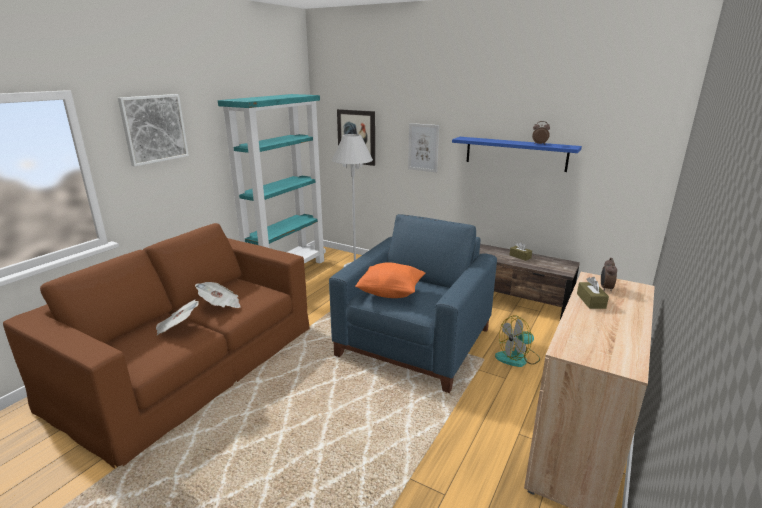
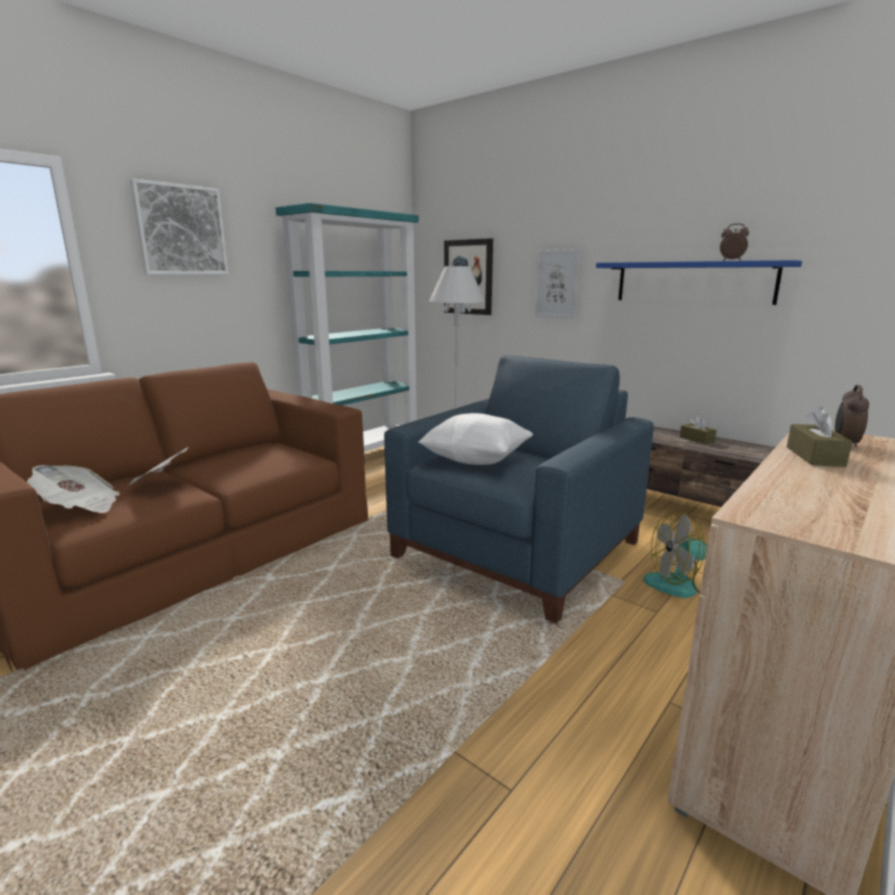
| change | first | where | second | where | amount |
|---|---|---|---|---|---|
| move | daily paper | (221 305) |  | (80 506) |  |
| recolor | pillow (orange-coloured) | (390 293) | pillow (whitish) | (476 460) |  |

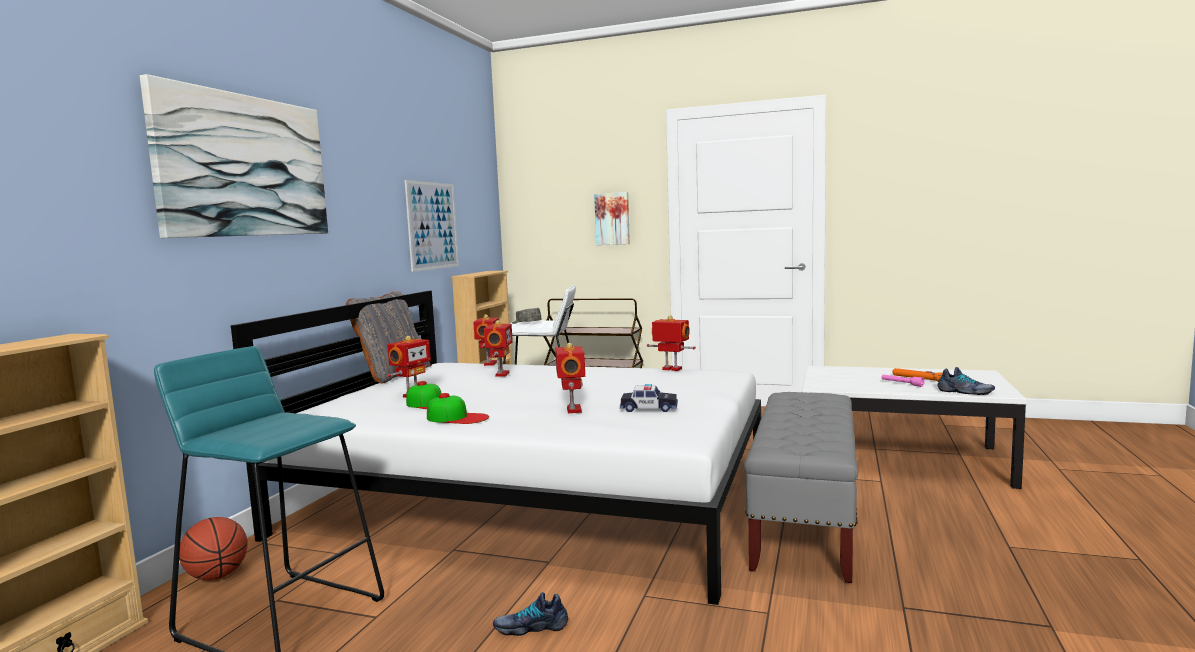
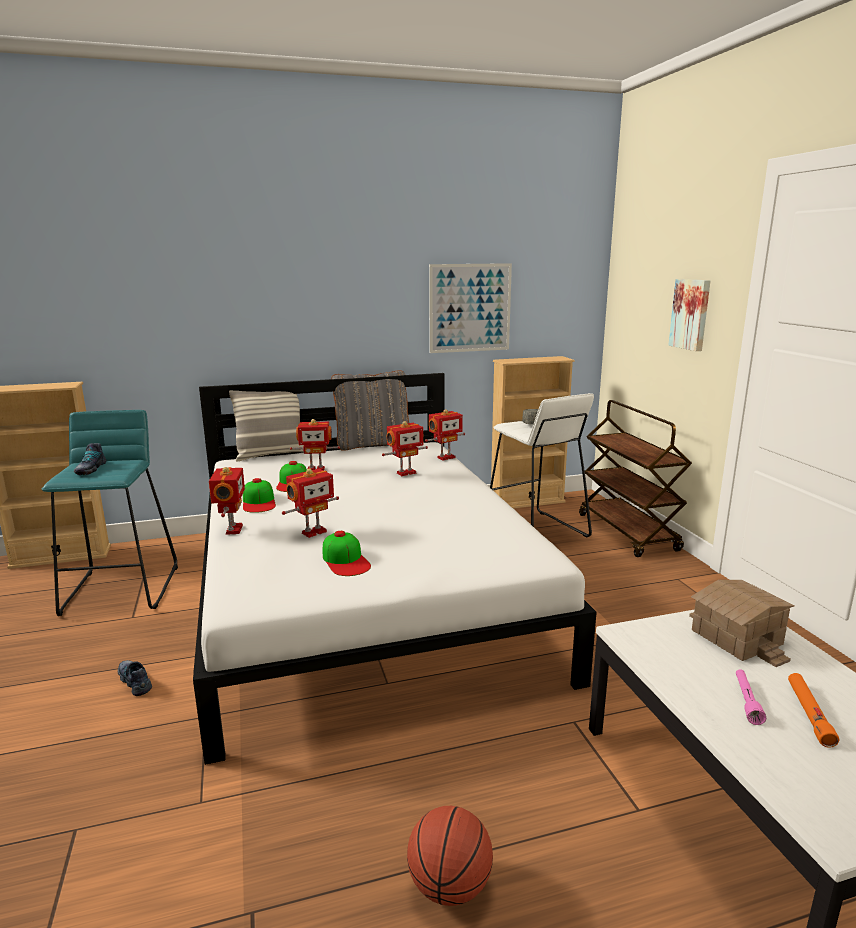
| change | first | where | second | where | amount |
|---|---|---|---|---|---|
| delete | wall art | (244 166) |  |  |  |
| move | basketball | (217 576) |  | (449 886) |  |
| replace | toy car | (649 408) | peaked cap | (345 560) |  |
| move | model robot | (671 369) |  | (232 530) |  |
| delete | long seat (grey) | (804 522) |  |  |  |
| move | shoe | (965 392) |  | (90 469) |  |
| insert |  |  | pillow | (271 454) |  |
| insert |  |  | model house | (735 637) |  |

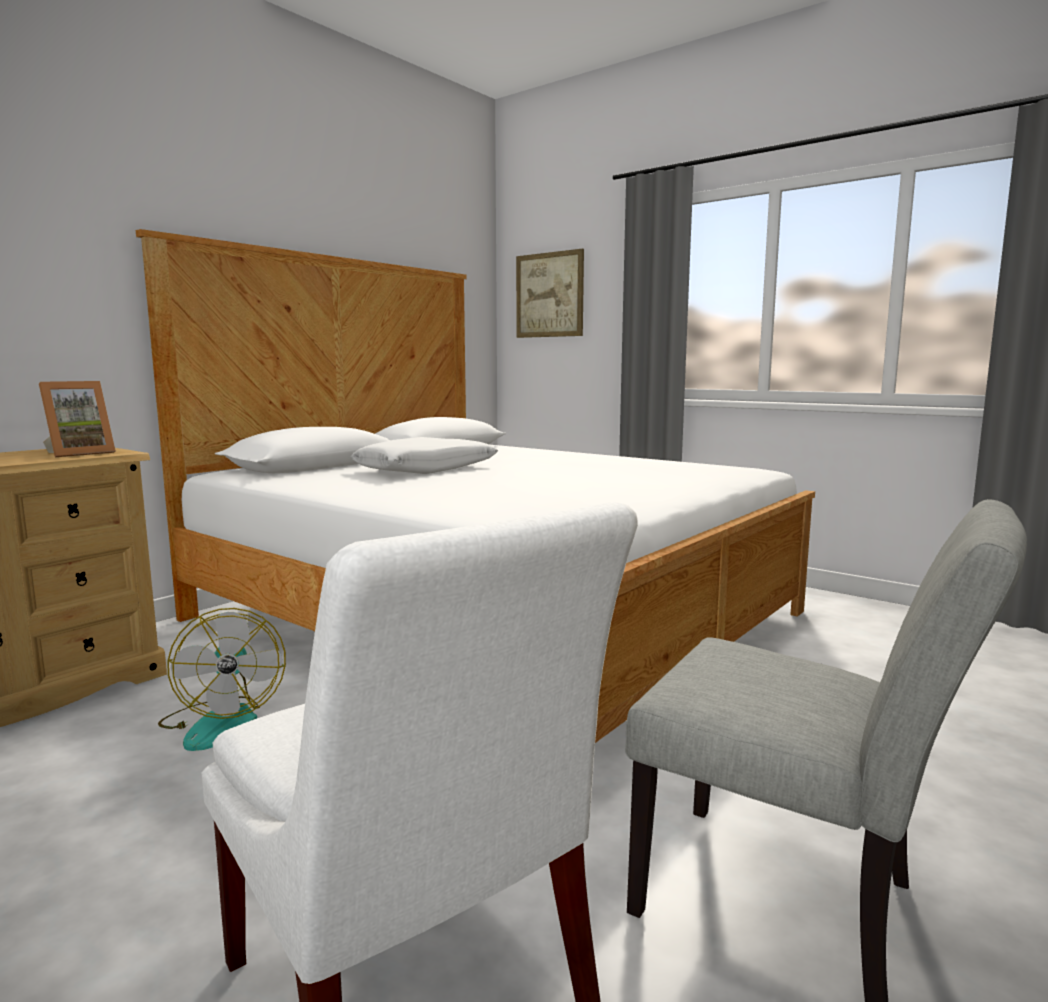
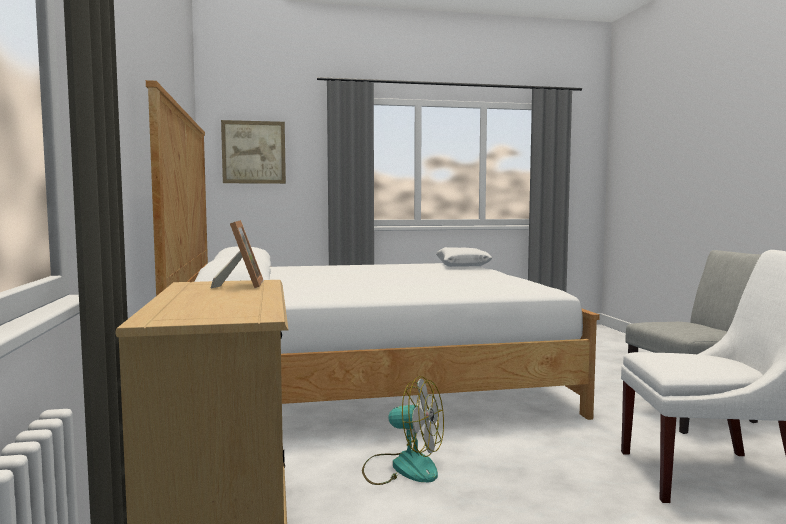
| change | first | where | second | where | amount |
|---|---|---|---|---|---|
| move | pillow (whitish) | (426 470) |  | (462 265) |  |

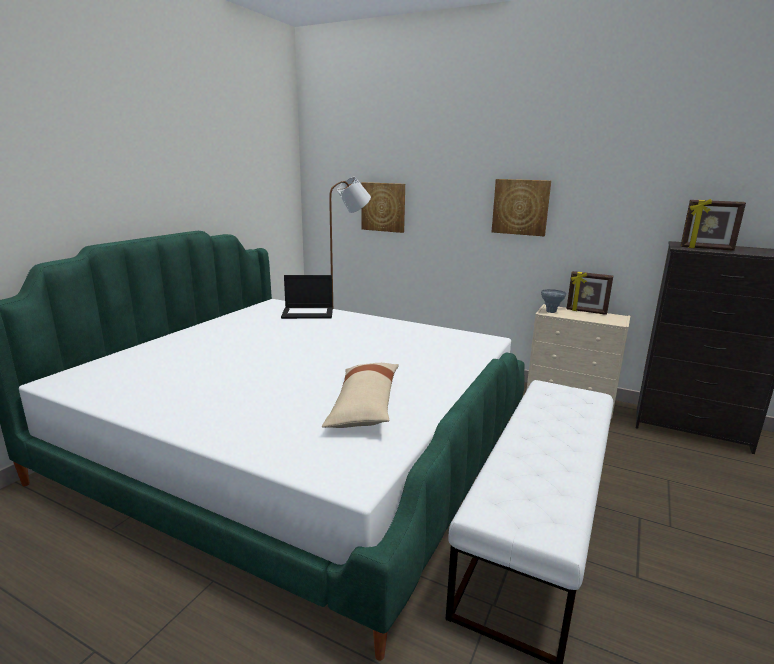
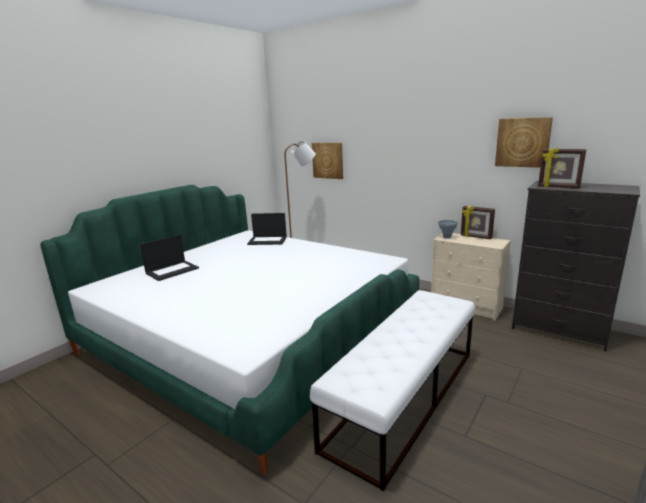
| change | first | where | second | where | amount |
|---|---|---|---|---|---|
| delete | pillow (beige) | (364 406) |  |  |  |
| move | wall art | (520 207) |  | (522 142) |  |
| insert |  |  | portable computer | (172 270) |  |

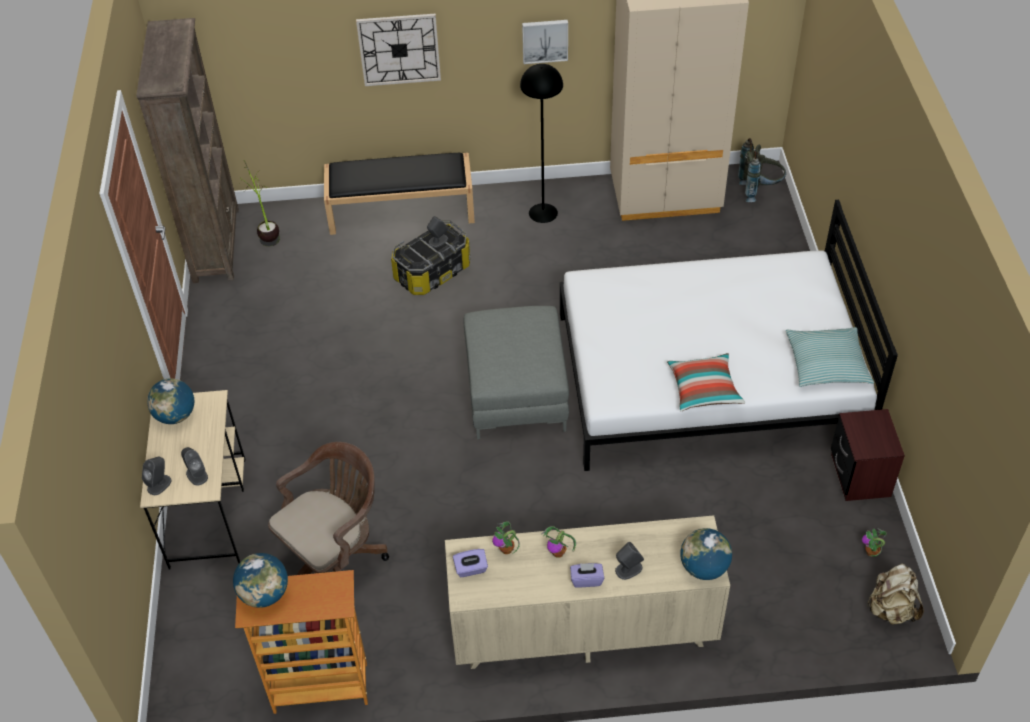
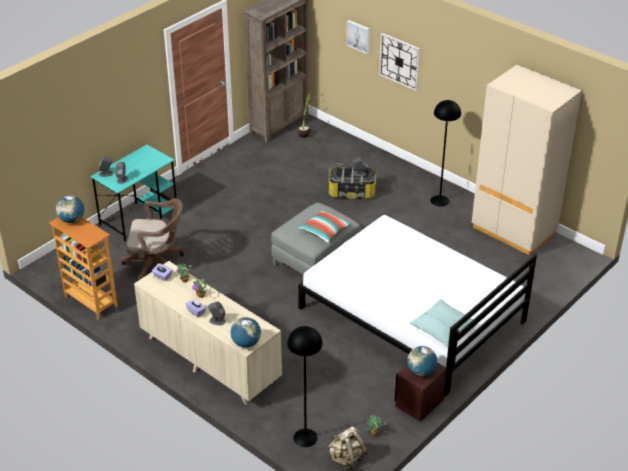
| change | first | where | second | where | amount |
|---|---|---|---|---|---|
| recolor | desk unit (beige) | (208 511) | desk unit (turquoise) | (139 216) |  |
| move | desk globe | (175 415) |  | (421 371) |  |
| delete | long seat (blackish) | (402 210) |  |  |  |
| move | wall art | (545 40) |  | (359 36) |  |
| move | pillow | (704 390) |  | (325 231) |  |
| delete | backpack (grey) | (759 190) |  |  |  |
| insert |  |  | standard lamp (blackish) | (305 438) |  |

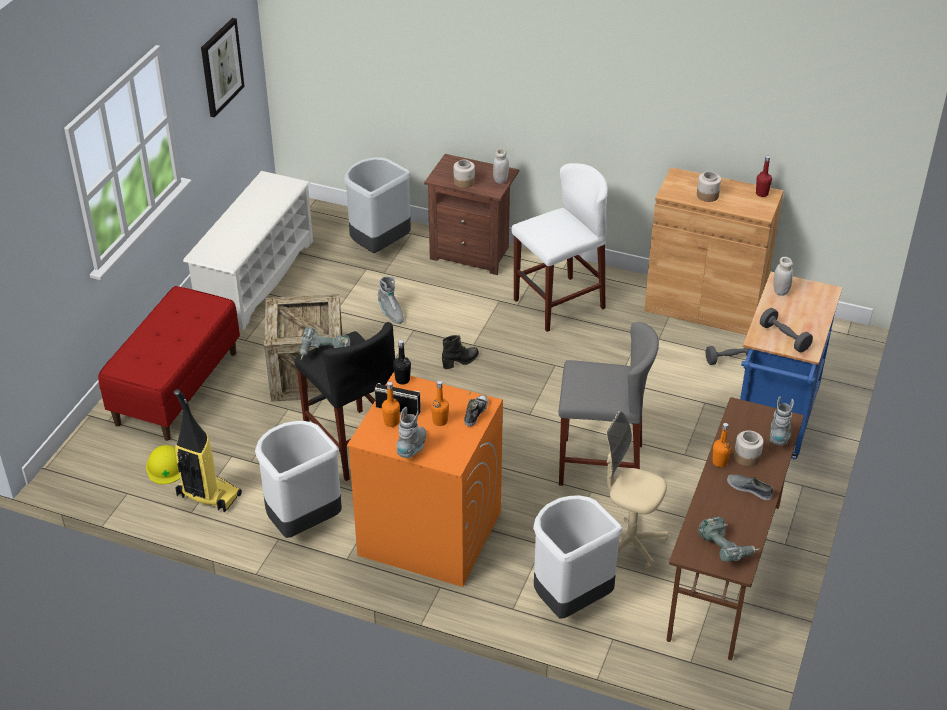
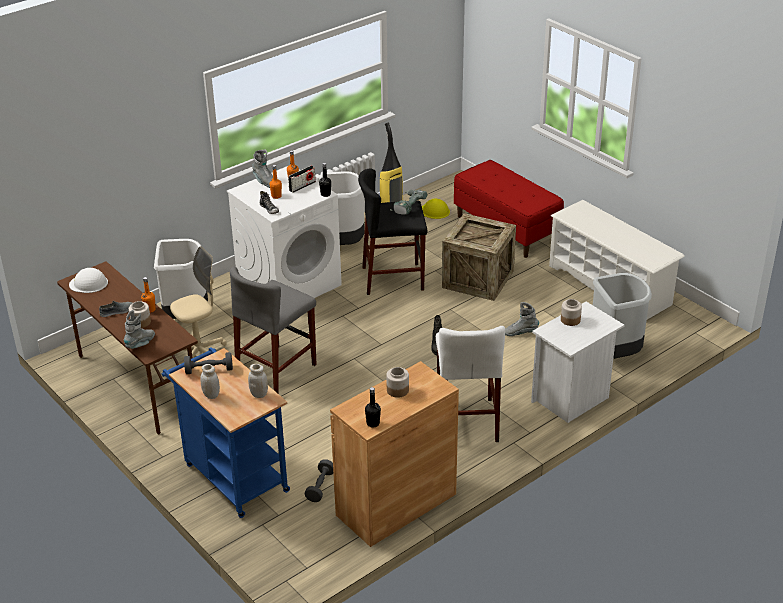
| change | first | where | second | where | amount |
|---|---|---|---|---|---|
| delete | wall art | (221 67) |  |  |  |
| recolor | laundry machine (orange-coloured) | (428 533) | laundry machine (whitish) | (289 283) |  |
| recolor | night table (brownish) | (472 253) | night table (whitish) | (571 399) |  |
| move | storage jar (whitish) | (500 180) |  | (211 395) |  |
| replace | electric drill | (726 548) | work helmet (whitish) | (89 283) |  |
| recolor | bottle (red-coloured) | (762 193) | bottle (blackish) | (373 423) |  |
| rotate | tall boot (grey) | (779 436) |  | (141 344) | 105 degrees counterclockwise |

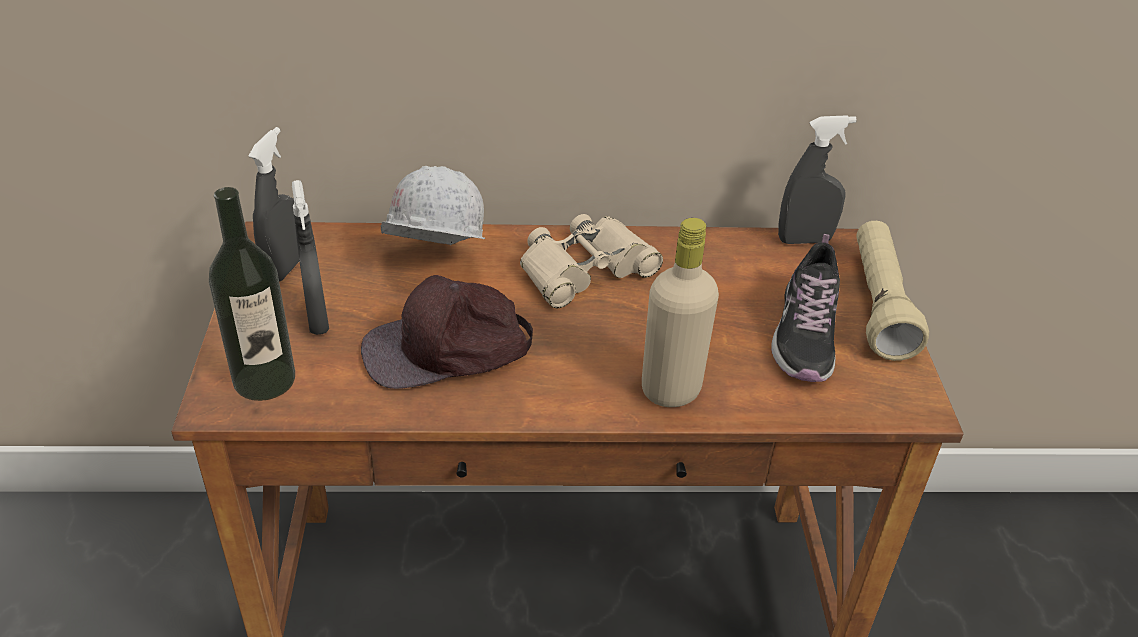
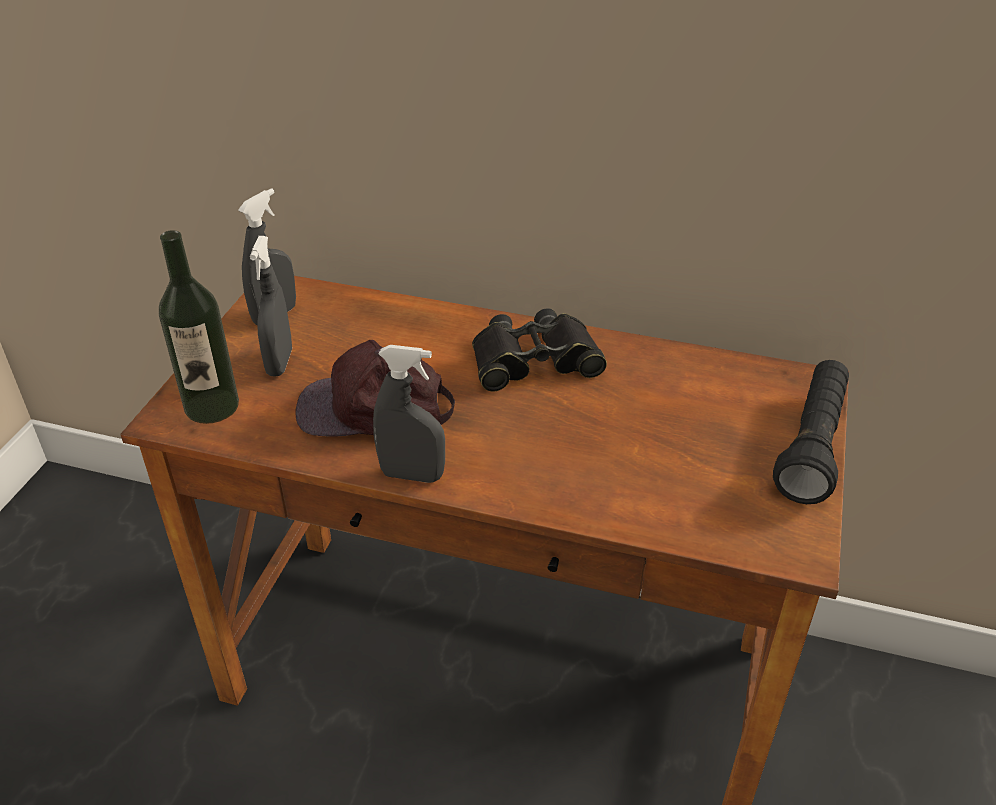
| change | first | where | second | where | amount |
|---|---|---|---|---|---|
| delete | work helmet (whitish) | (432 268) |  |  |  |
| recolor | pair of binoculars (beige) | (585 270) | pair of binoculars (blackish) | (534 361) |  |
| delete | bottle (beige) | (670 390) |  |  |  |
| delete | shoe | (805 334) |  |  |  |
| move | hand sprayer (grey) | (804 240) |  | (412 475) |  |
| recolor | hand torch (beige) | (878 305) | hand torch (blackish) | (812 446) |  |

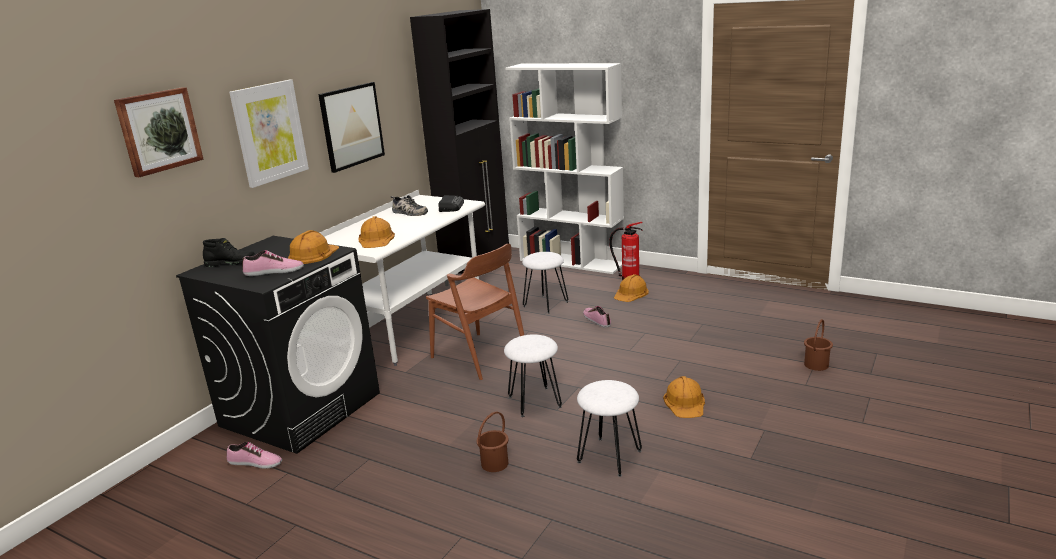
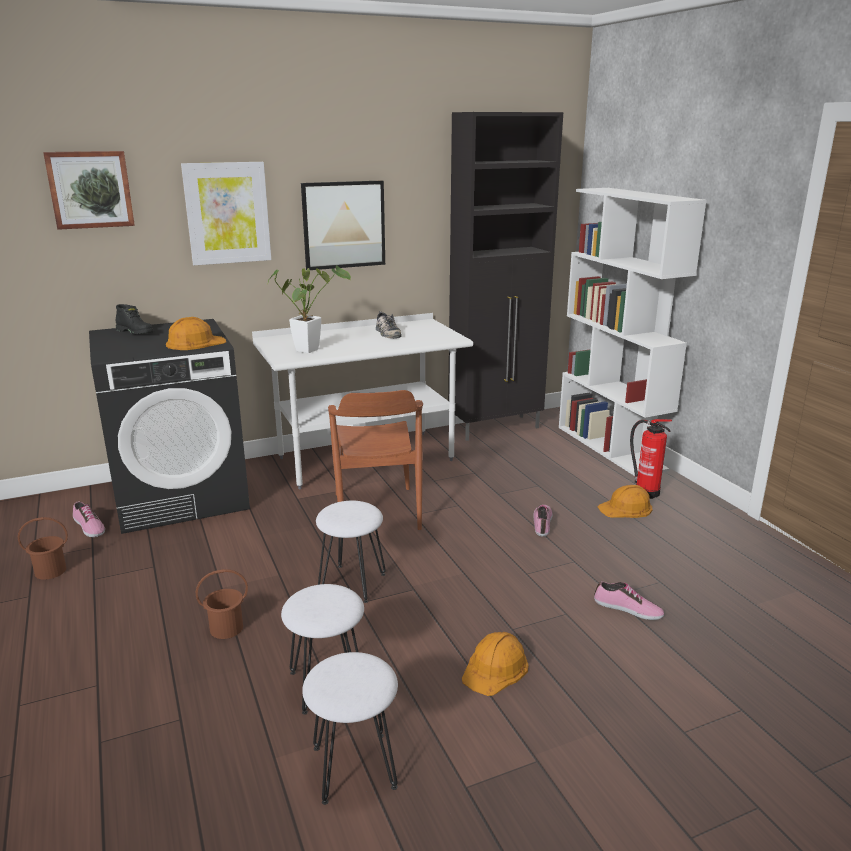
| change | first | where | second | where | amount |
|---|---|---|---|---|---|
| move | shoe | (274 271) |  | (628 609) |  |
| replace | work helmet (orange-coloured) | (376 239) | houseplant | (310 349) |  |
| delete | radio set | (451 207) |  |  |  |
| move | stool seat (whitish) | (546 304) |  | (354 768) |  |
| move | water bucket (brownish) | (815 365) |  | (50 571) |  |

